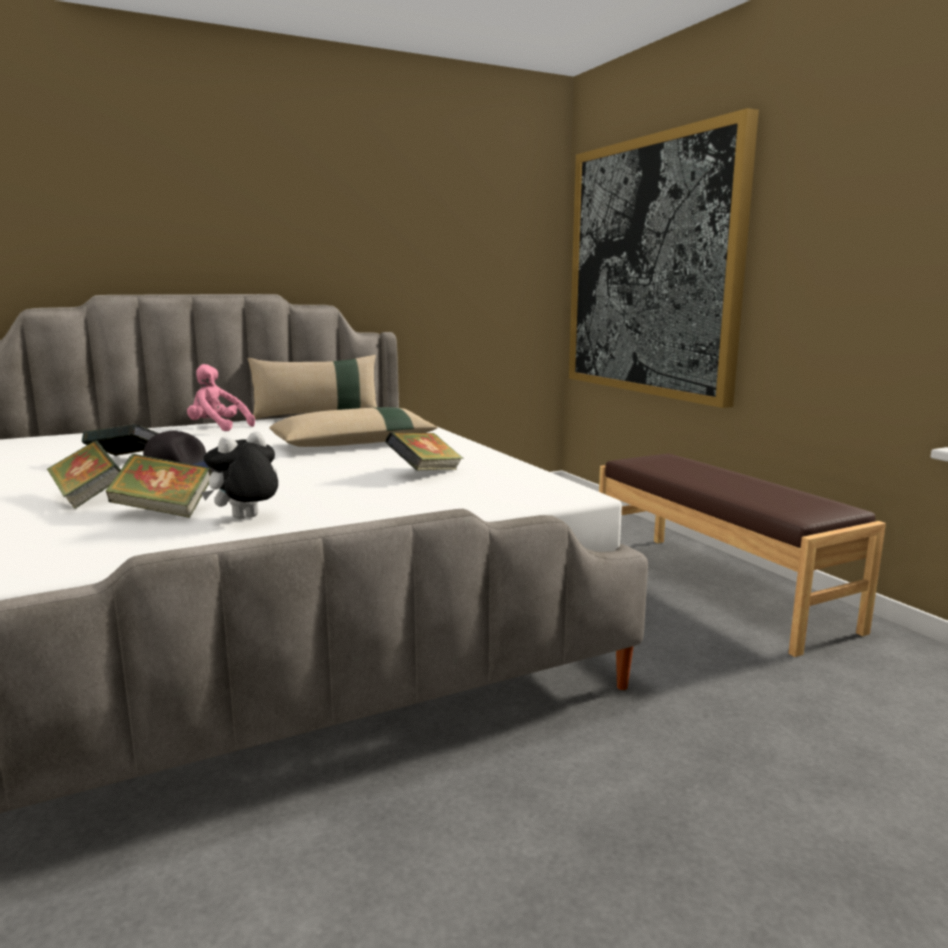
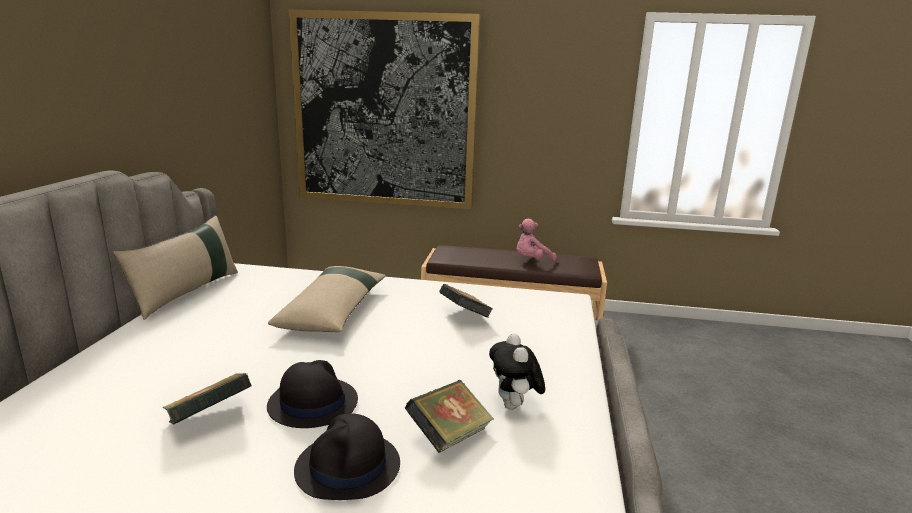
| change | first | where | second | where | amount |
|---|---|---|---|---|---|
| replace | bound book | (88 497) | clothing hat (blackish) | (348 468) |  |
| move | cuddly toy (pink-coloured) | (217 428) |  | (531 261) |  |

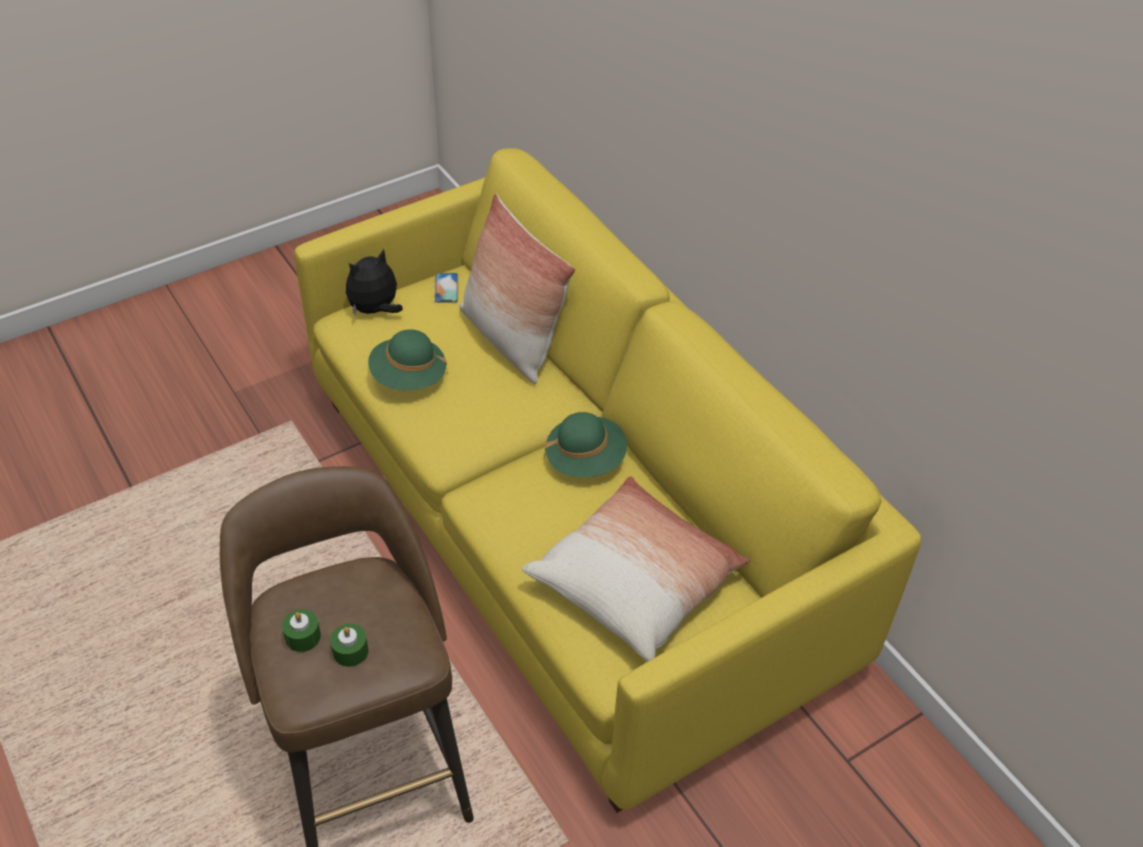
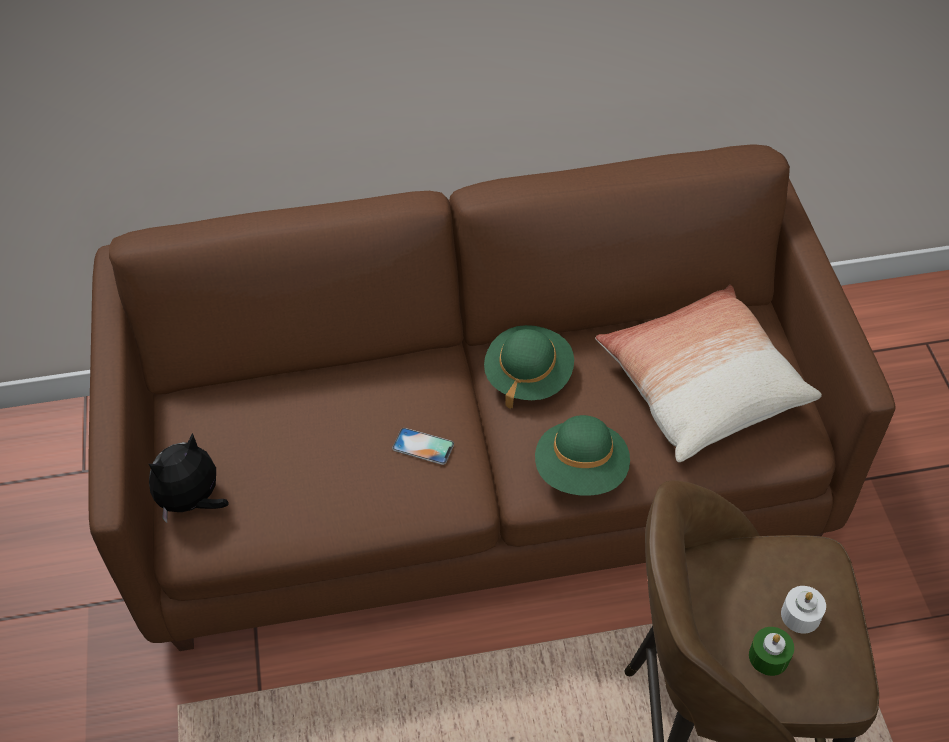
| change | first | where | second | where | amount |
|---|---|---|---|---|---|
| recolor | settee (yellow) | (571 527) | settee (brownish) | (478 470) |  |
| recolor | candle (green) | (350 651) | candle (whitish) | (800 615) |  |
| rotate | cuddly toy | (375 310) |  | (193 501) | 60 degrees clockwise |
| move | clothing hat (green) | (408 377) |  | (581 471) |  |
| move | telephone | (446 288) |  | (423 446) |  |
| delete | pillow | (511 339) |  |  |  |

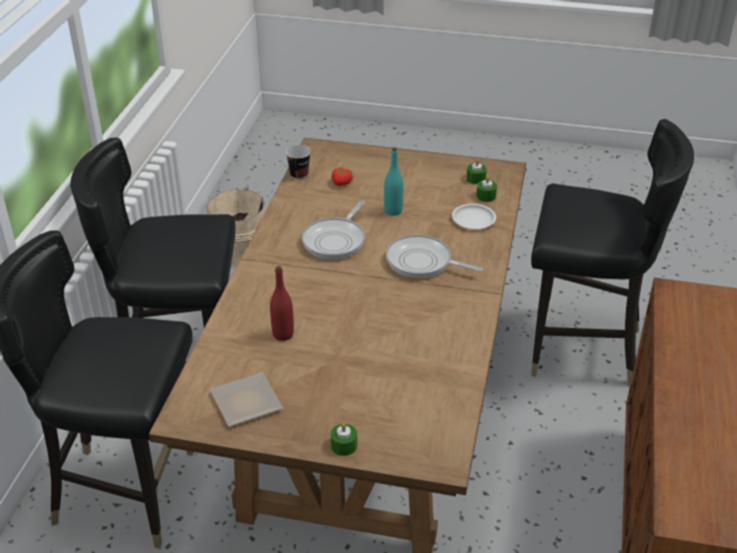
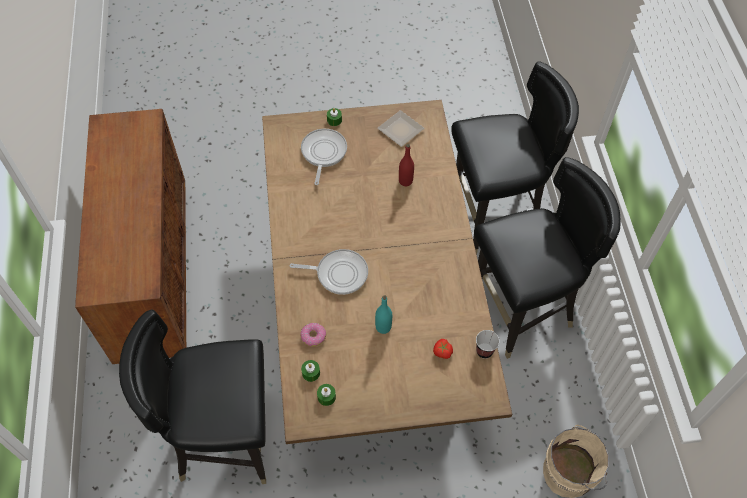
| change | first | where | second | where | amount |
|---|---|---|---|---|---|
| move | pan | (336 240) |  | (323 153) |  |
| replace | plate (whitish) | (474 219) | doughnut | (313 336) |  |

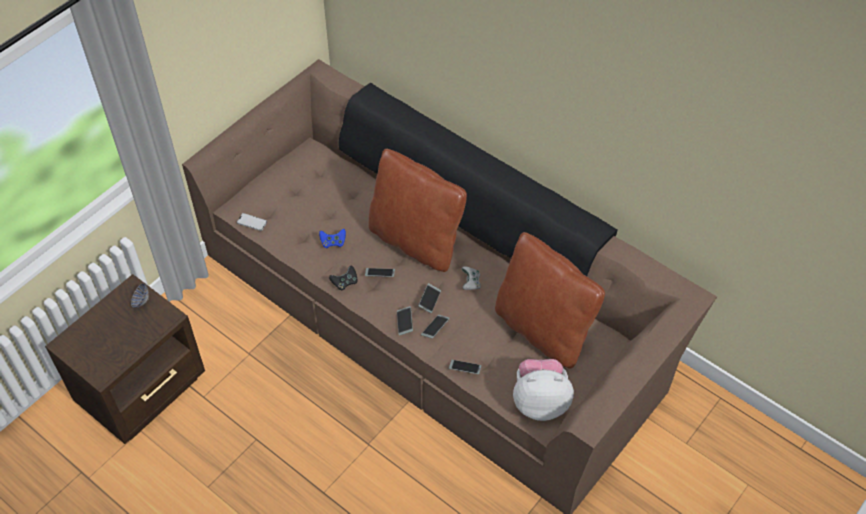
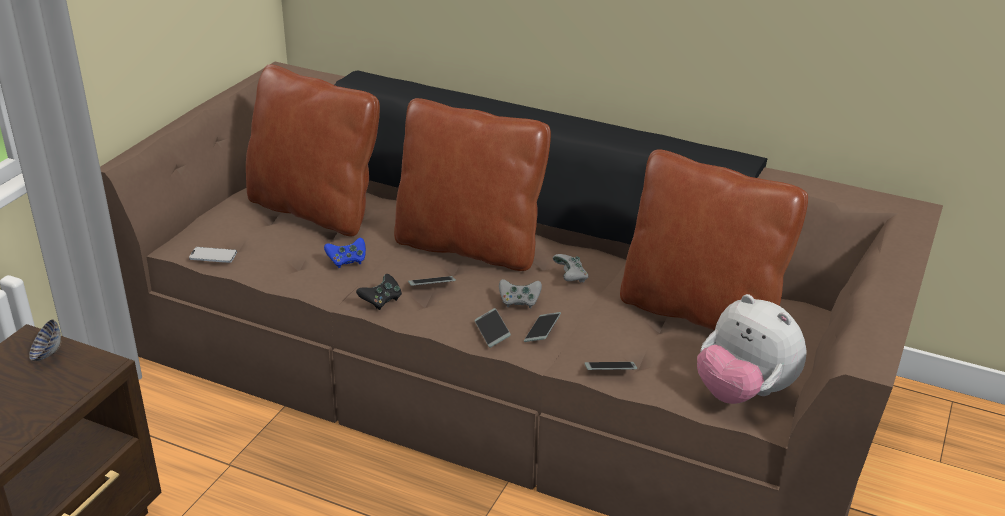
| change | first | where | second | where | amount |
|---|---|---|---|---|---|
| replace | telephone | (429 300) | joypad (grey) | (519 302) |  |
| rotate | cuddly toy | (540 402) |  | (744 392) | 120 degrees counterclockwise |
| insert |  |  | pillow (brownish) | (315 209) |  |

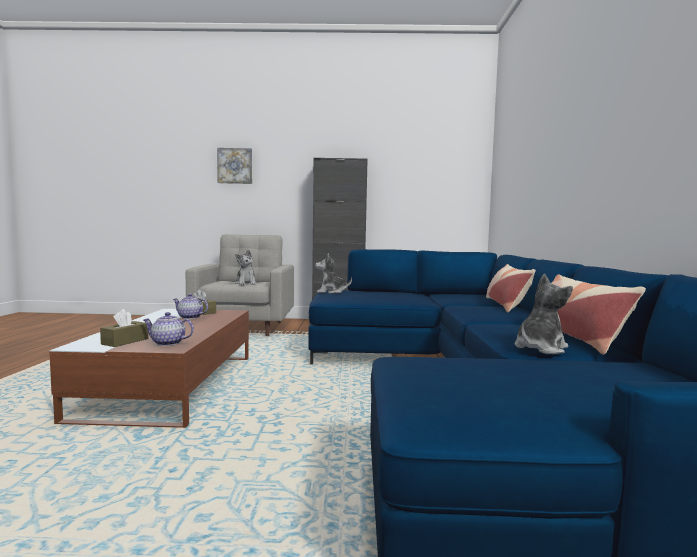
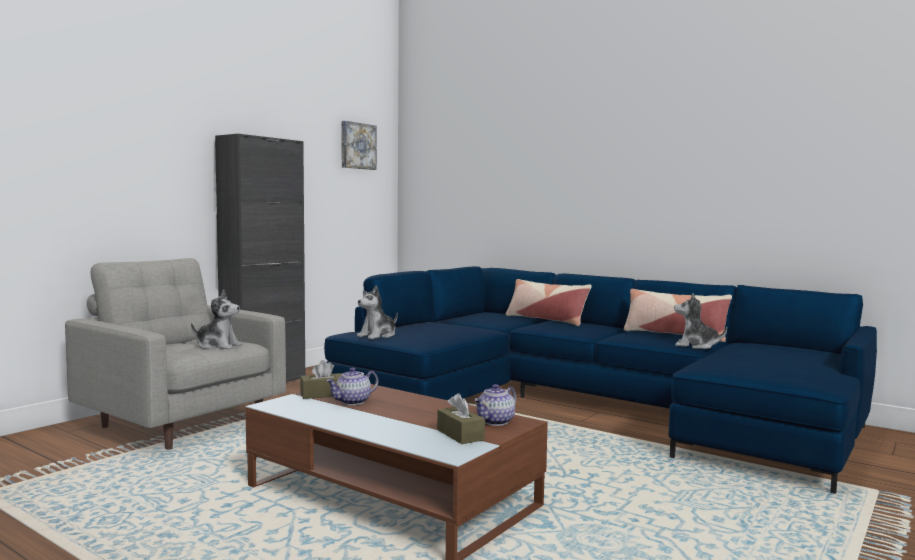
| change | first | where | second | where | amount |
|---|---|---|---|---|---|
| move | wall art | (235 166) |  | (357 146) |  |
| rotate | cuddly toy | (539 348) |  | (696 346) | 60 degrees counterclockwise |

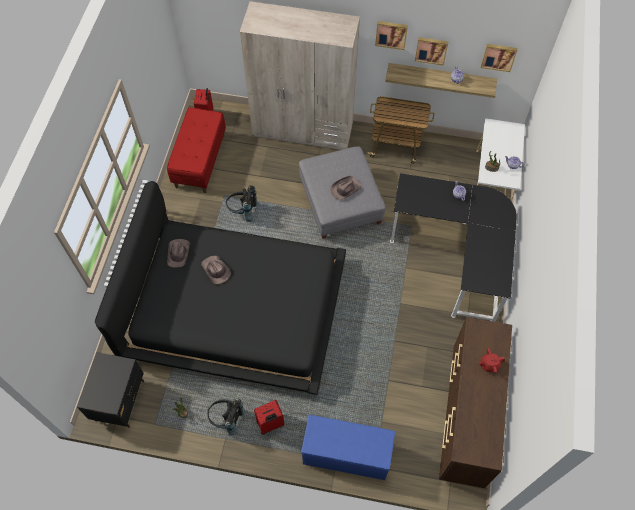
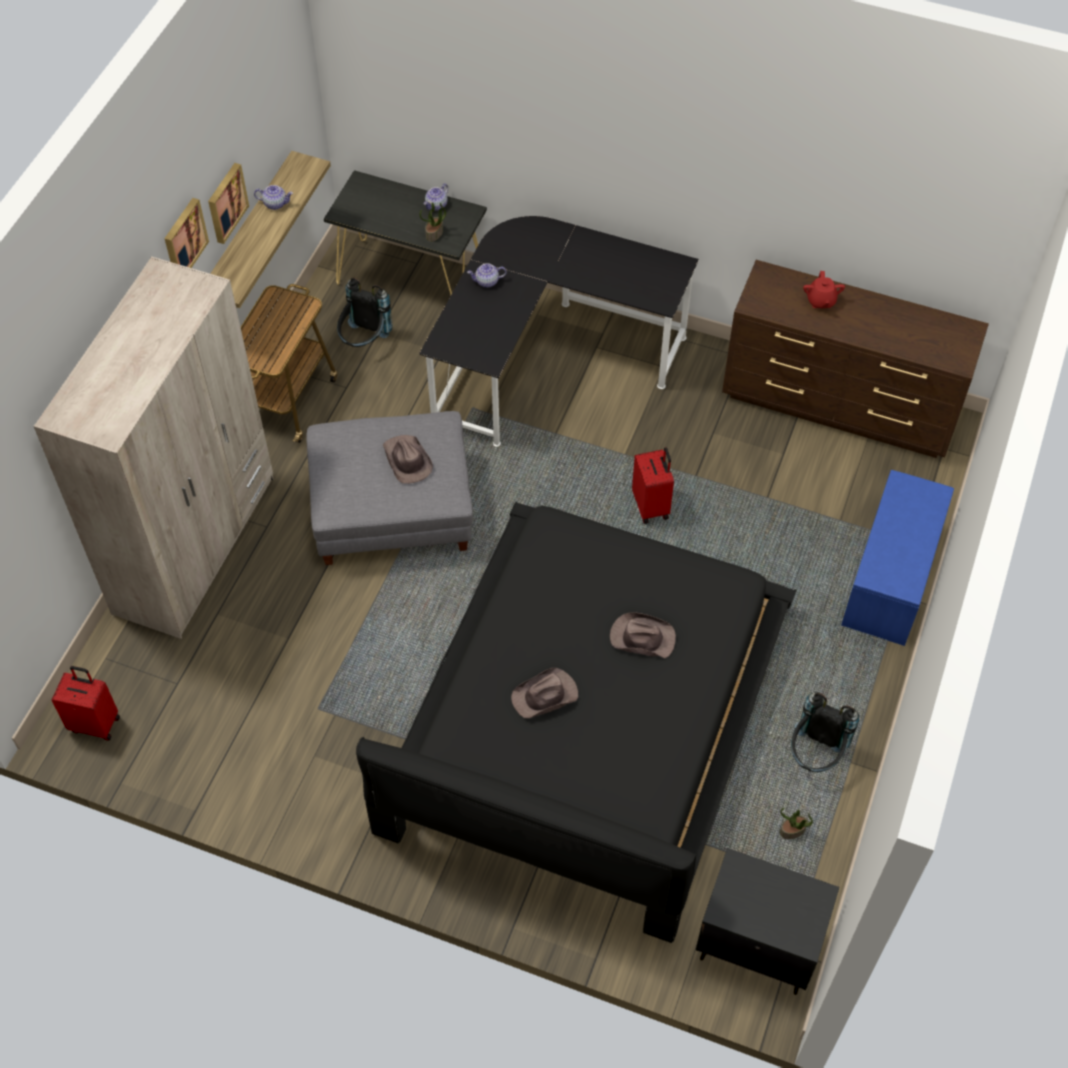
| change | first | where | second | where | amount |
|---|---|---|---|---|---|
| delete | long seat (red-coloured) | (200 161) |  |  |  |
| move | clothing hat (brownish) | (178 253) |  | (641 637) |  |
| move | backpack (blackish) | (242 211) |  | (364 342) |  |
| move | piece of luggage (red-coloured) | (270 424) |  | (651 506) |  |
| recolor | narrow table (whitish) | (491 183) | narrow table (blackish) | (412 279) |  |
| delete | wall art | (498 56) |  |  |  |

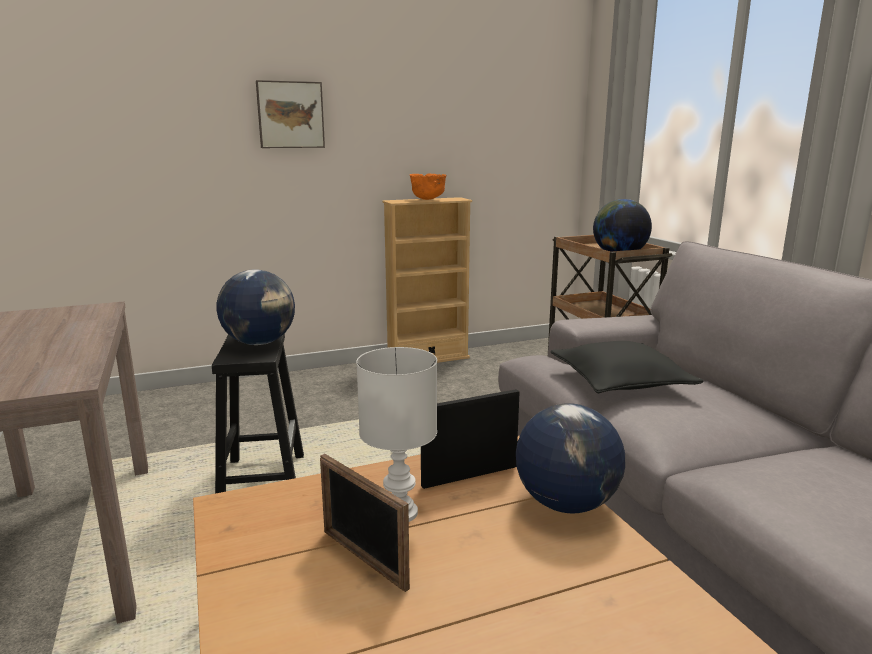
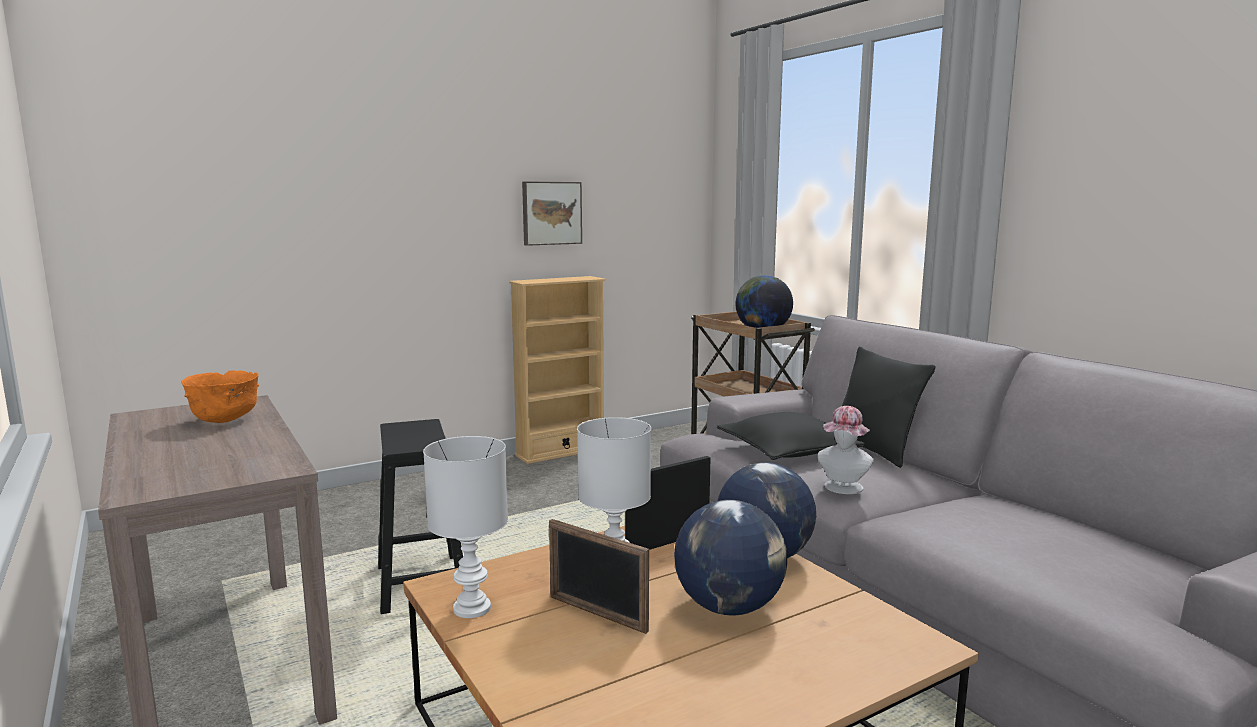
| change | first | where | second | where | amount |
|---|---|---|---|---|---|
| move | desk globe | (259 343) |  | (728 607) |  |
| move | wall art | (290 115) |  | (551 213) |  |
| move | serving bowl (orange-coloured) | (428 199) |  | (225 421) |  |
| insert |  |  | lamp for a table (whitish) | (473 608) |  |
| insert |  |  | clothing hat | (843 489) |  |
| insert |  |  | pillow (blackish) | (873 450) |  |

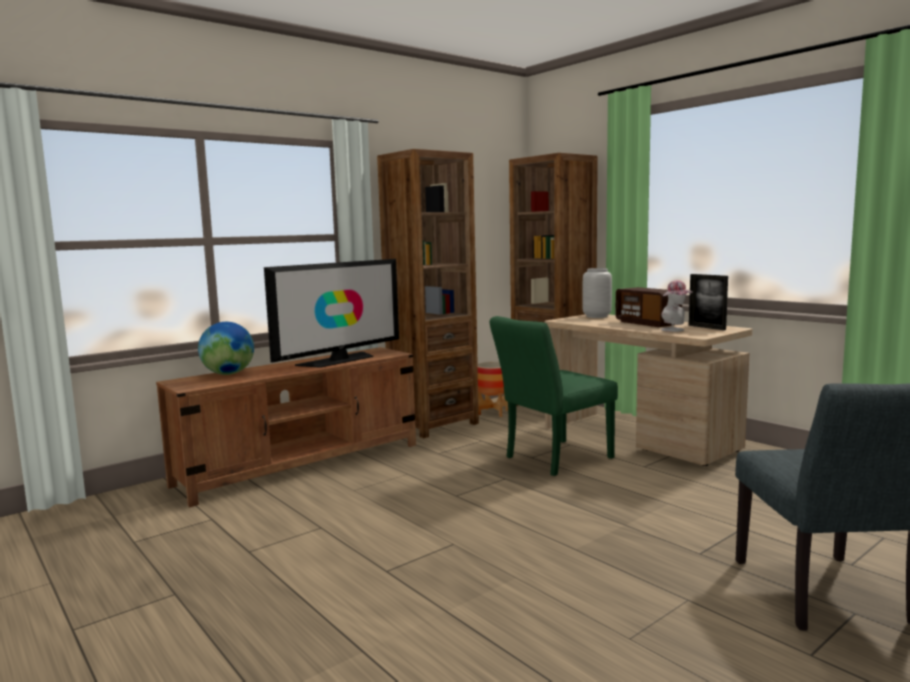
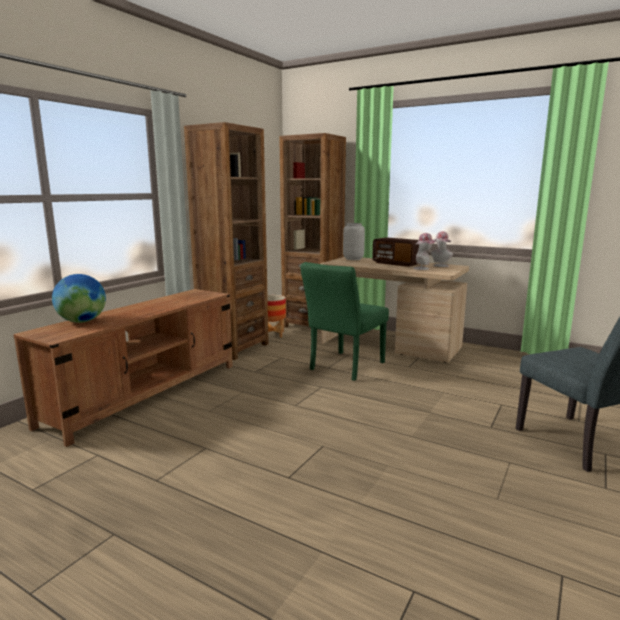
| change | first | where | second | where | amount |
|---|---|---|---|---|---|
| delete | TV | (339 360) |  |  |  |
| replace | picture frame | (706 327) | clothing hat | (440 266) |  |

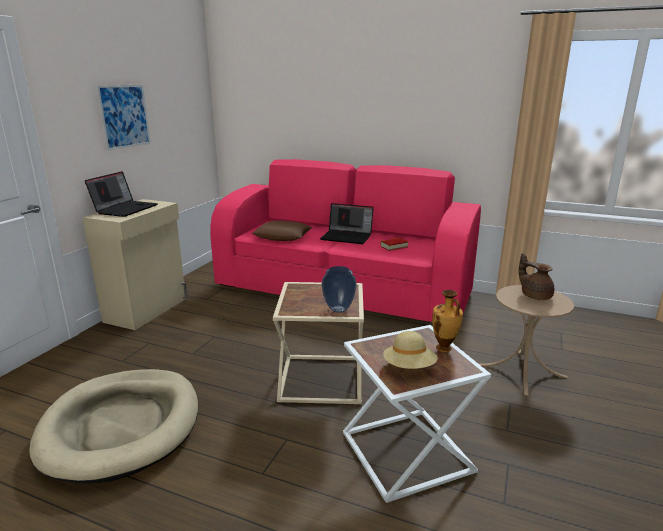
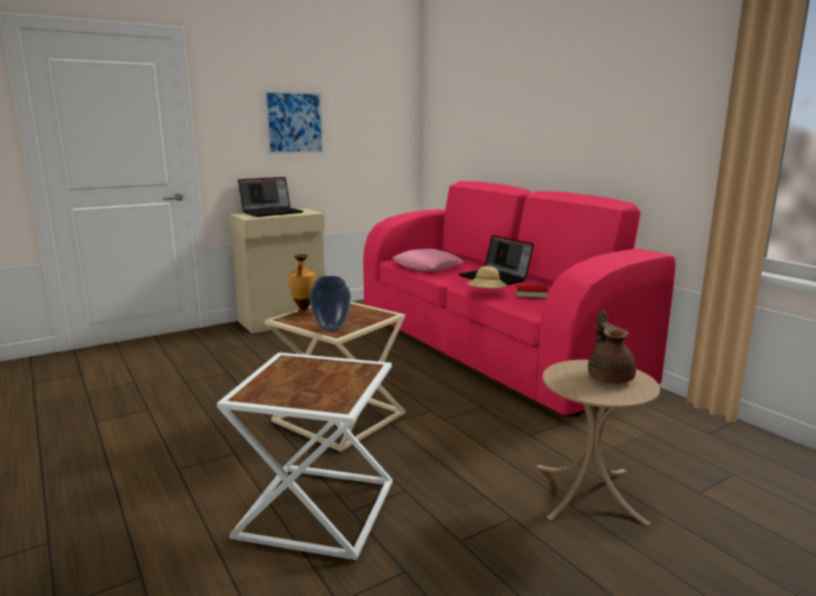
| change | first | where | second | where | amount |
|---|---|---|---|---|---|
| delete | dog cushion (beige) | (122 426) |  |  |  |
| recolor | pillow (brownish) | (282 236) | pillow (pink-coloured) | (427 267) |  |
| move | clothing hat (beige) | (409 367) |  | (486 294) |  |
| move | flower vase | (444 348) |  | (303 312) |  |

